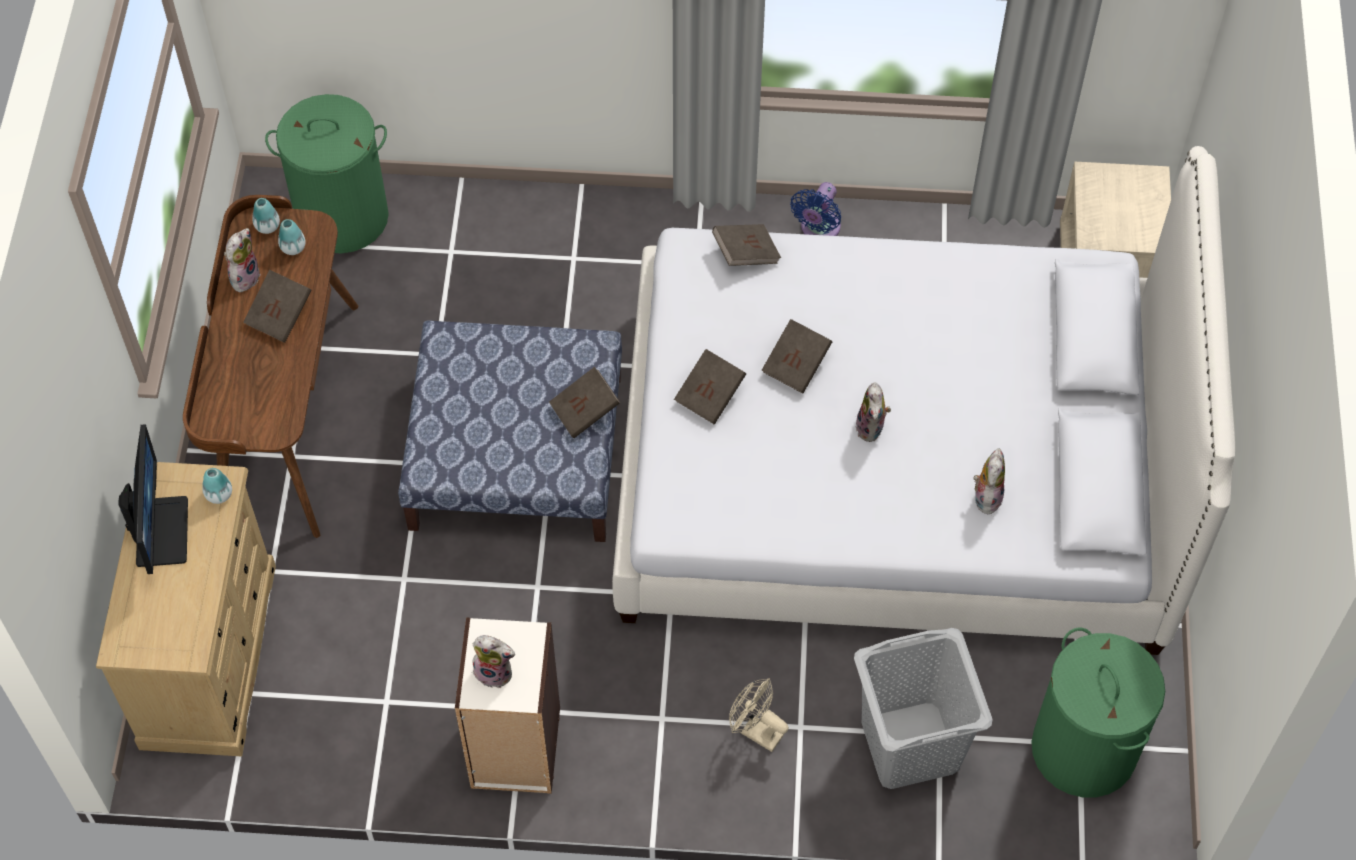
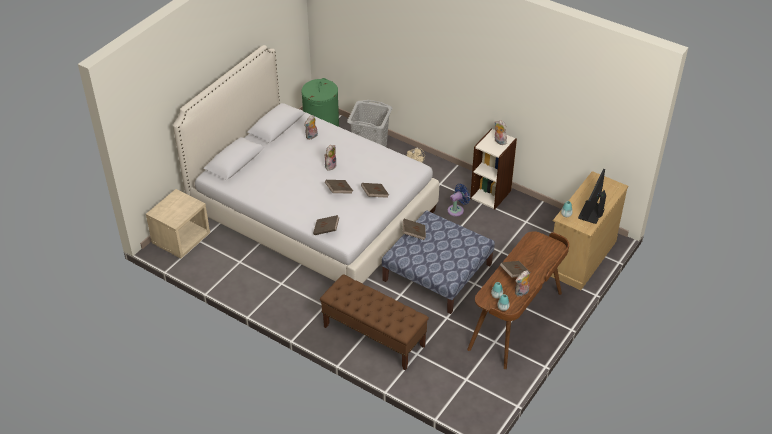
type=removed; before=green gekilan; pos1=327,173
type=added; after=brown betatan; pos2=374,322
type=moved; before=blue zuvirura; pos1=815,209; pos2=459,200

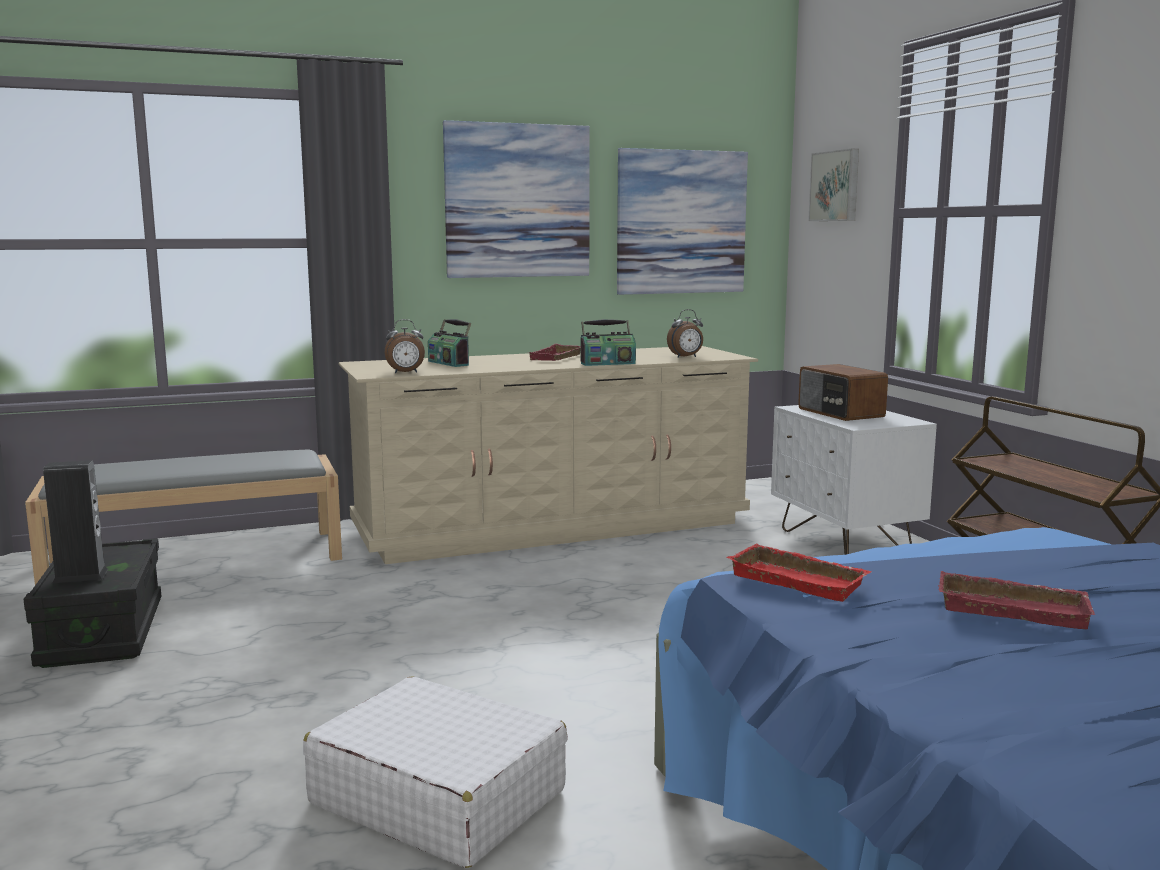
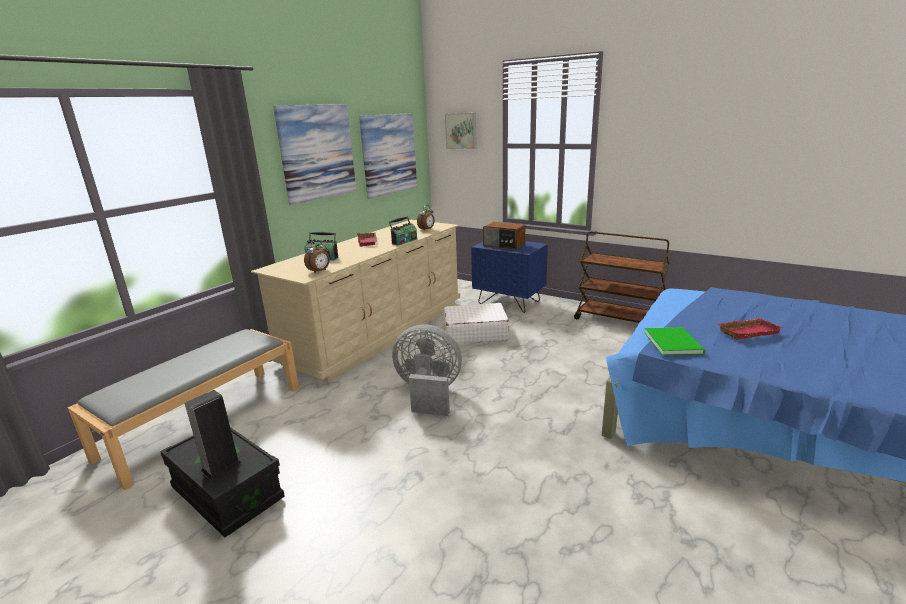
type=added; after=grey zuvirura; pos2=427,370
type=moved; before=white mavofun; pos1=435,772; pos2=476,323
type=replaced; before=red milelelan; after=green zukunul; pos1=799,573; pos2=674,341
type=recoloured; before=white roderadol; after=blue roderadol; pos1=854,480; pos2=509,277

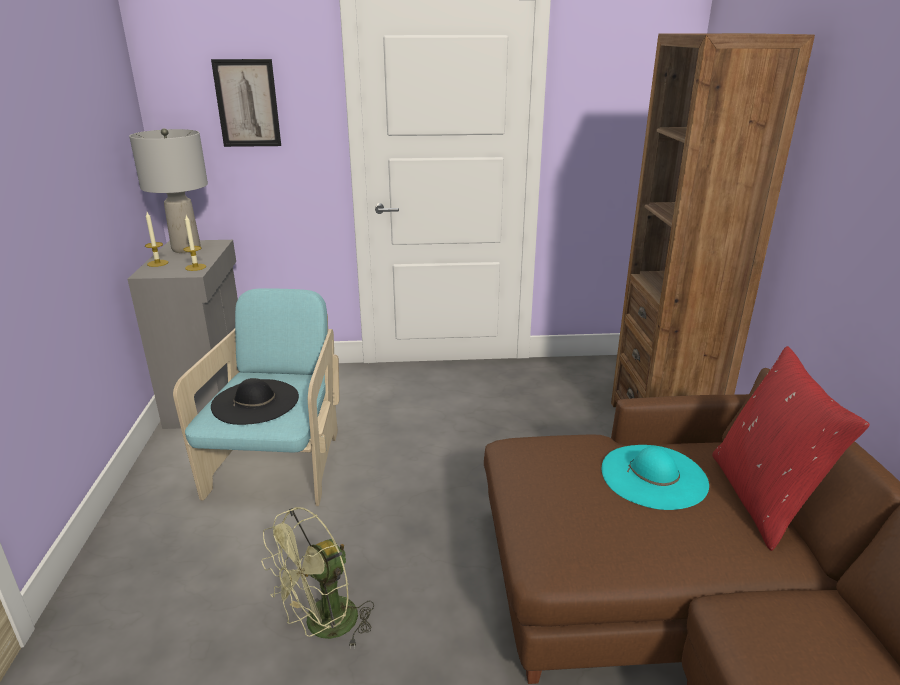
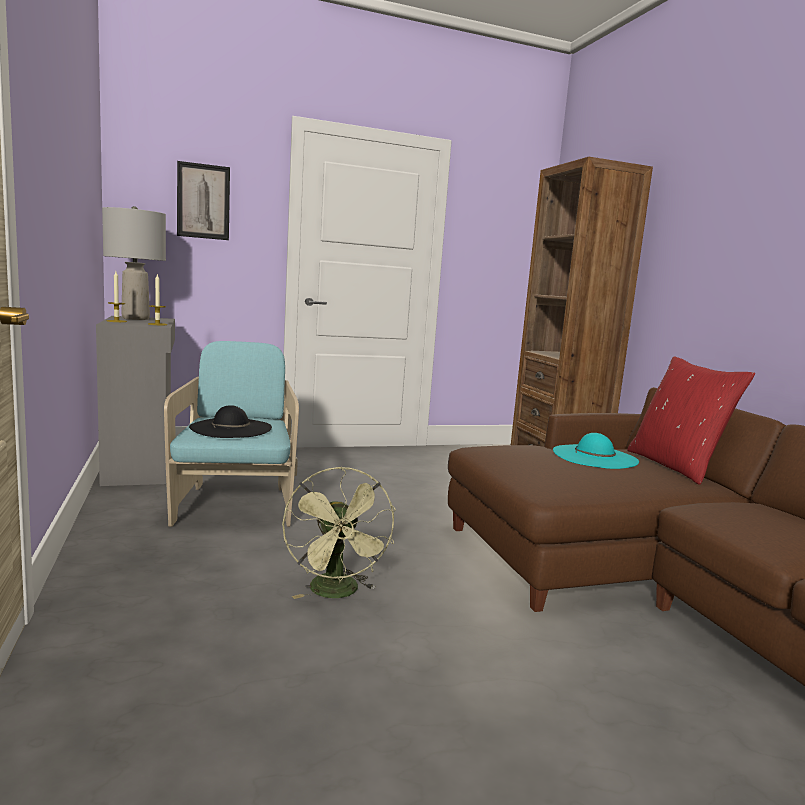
type=turned; before=green zuvirura; pos1=317,578; pos2=339,532; turn=-45

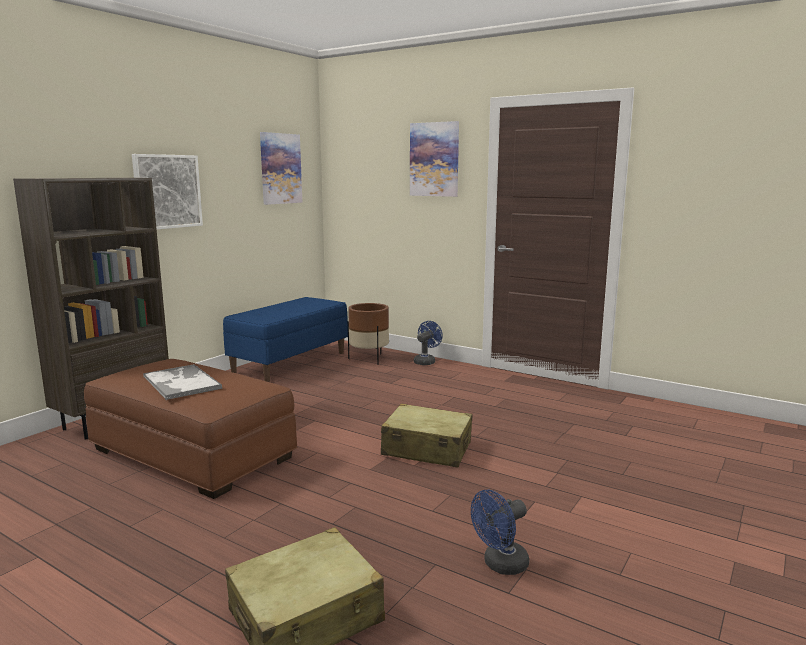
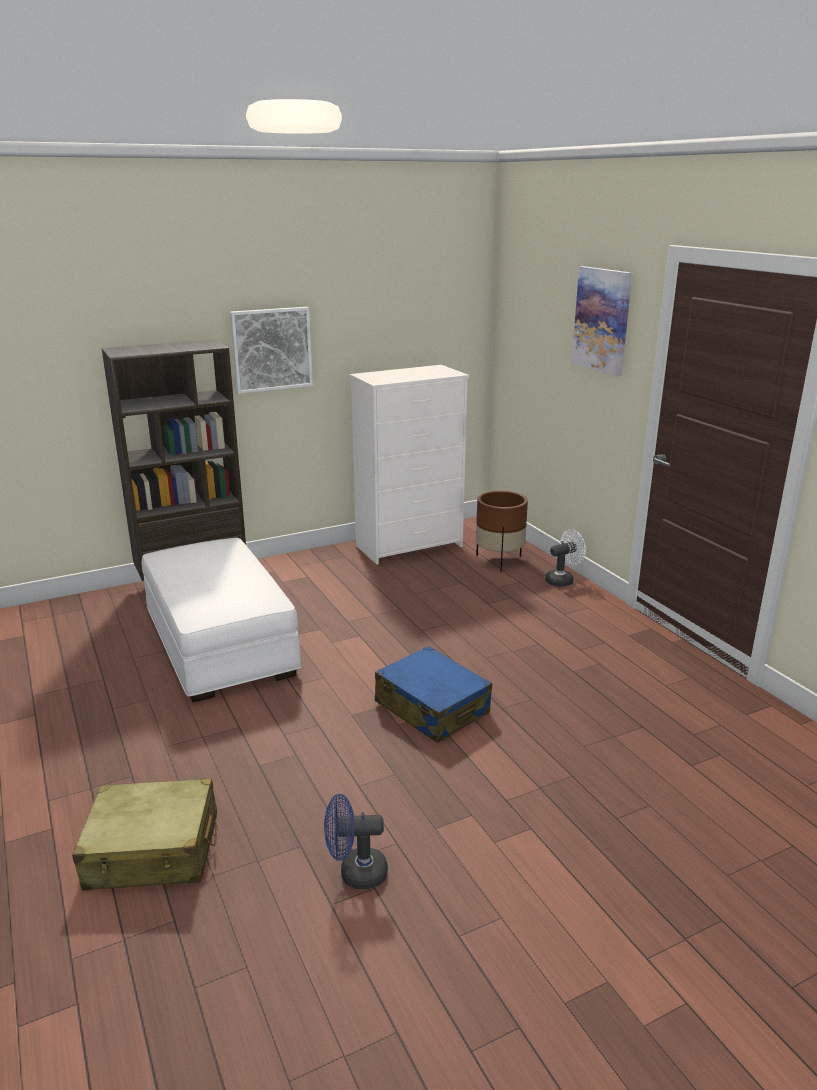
type=removed; before=milelelan; pos1=182,382
type=removed; before=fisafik; pos1=281,168
type=replaced; before=blue betatan; after=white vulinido; pos1=285,339; pos2=409,465
type=recoloured; before=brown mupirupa; after=white mupirupa; pos1=190,429; pos2=221,620
type=recoloured; before=beige mavofun; after=blue mavofun; pos1=426,435; pos2=433,694
type=recoloured; before=blue zuvirura; after=white zuvirura; pos1=428,343; pos2=565,558

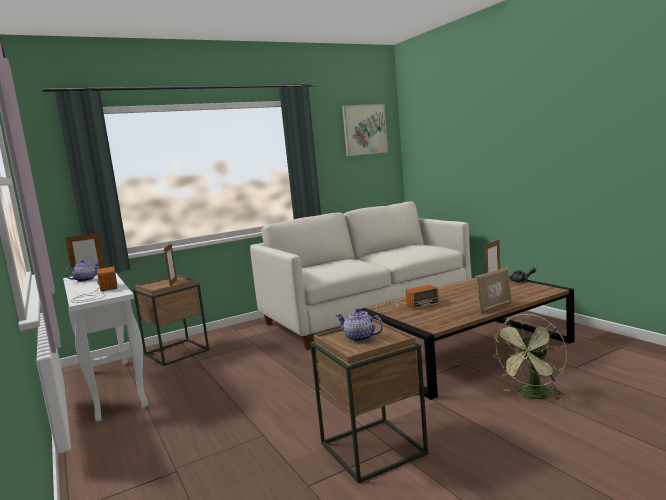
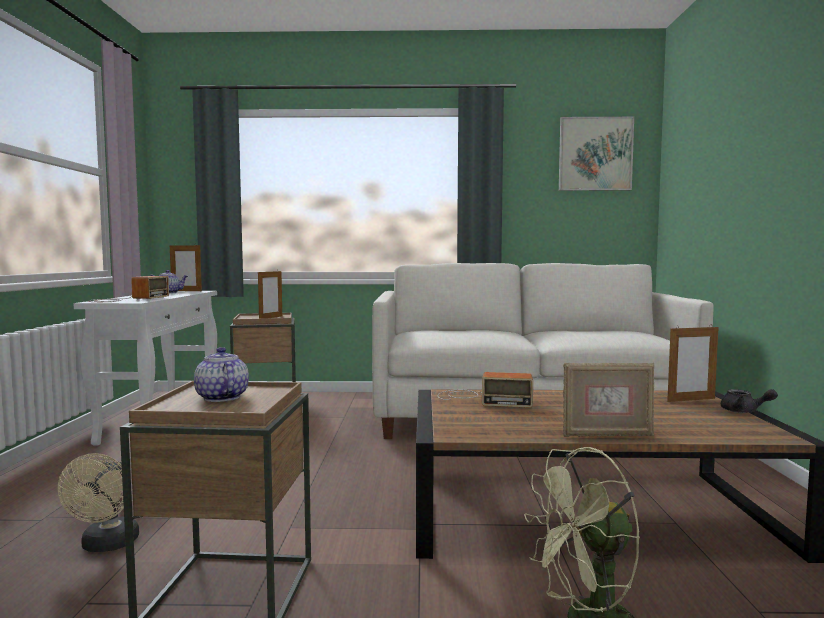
type=added; after=beige zuvirura; pos2=98,502

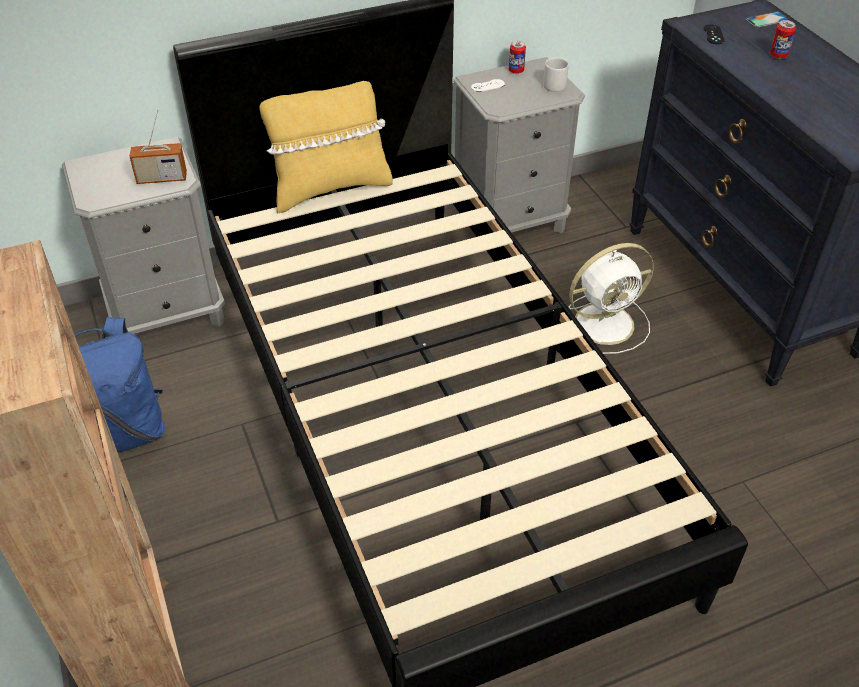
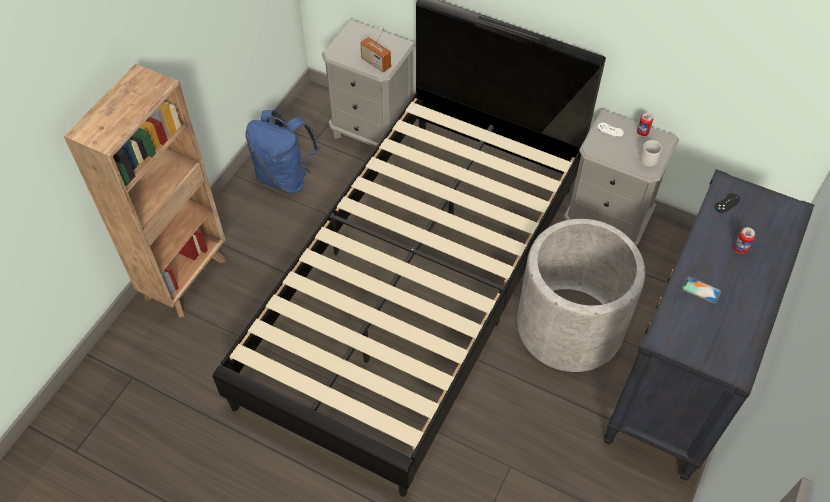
type=removed; before=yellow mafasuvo; pos1=326,147
type=moved; before=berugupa; pos1=767,20; pos2=701,289
type=replaced; before=white zuvirura; after=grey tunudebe; pos1=611,298; pos2=581,295

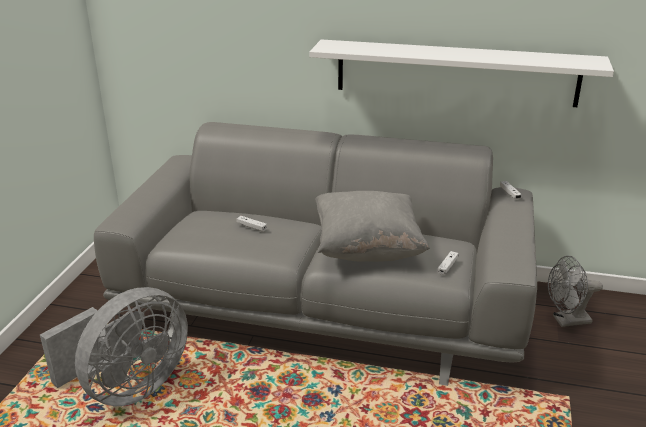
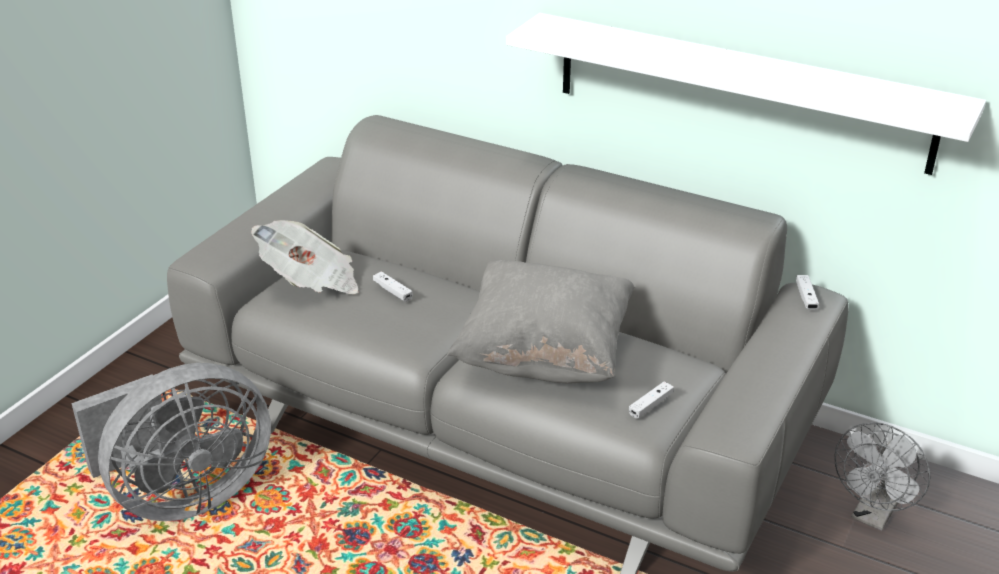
type=added; after=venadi; pos2=304,257
type=turned; before=grey zuvirura; pos1=575,291; pos2=882,476; turn=-60

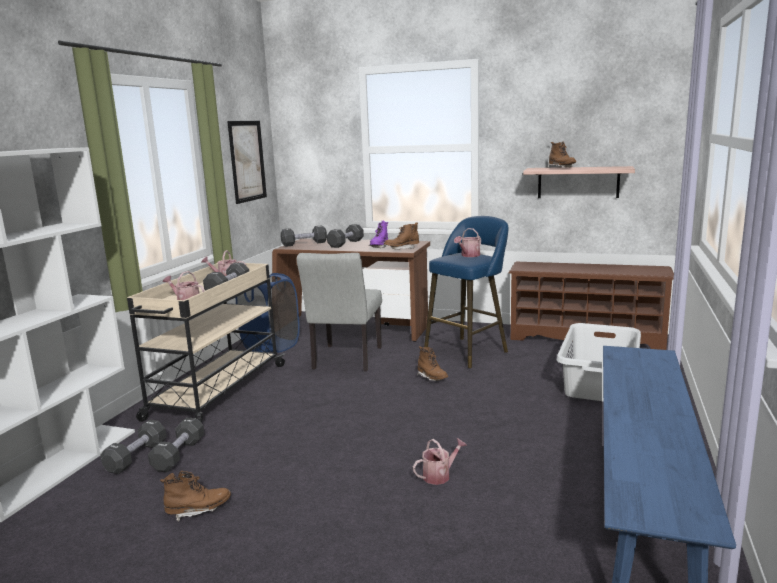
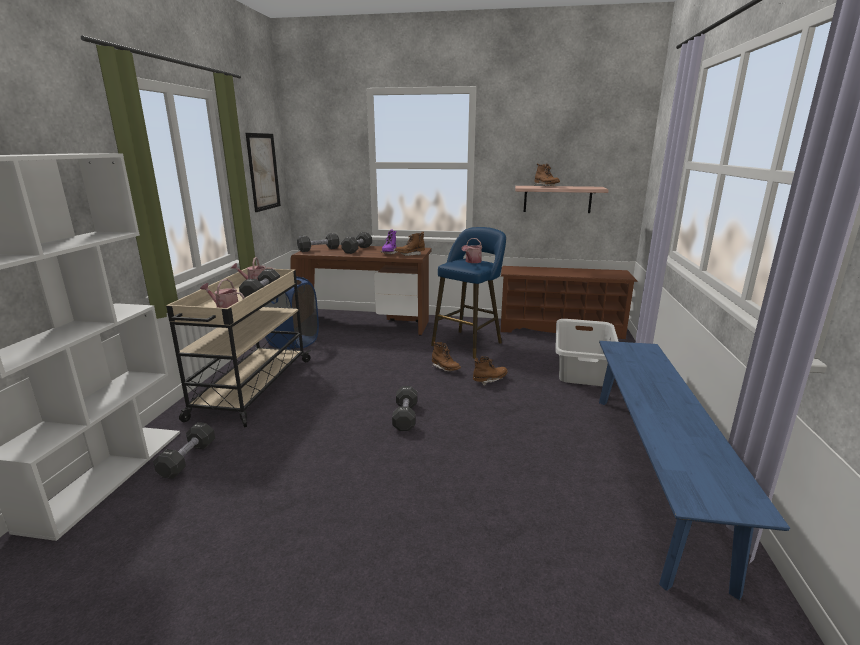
type=removed; before=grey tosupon; pos1=339,312
type=removed; before=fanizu; pos1=440,461
type=moved; before=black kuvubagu; pos1=176,445; pos2=404,408
type=moved; before=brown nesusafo; pos1=195,496; pos2=490,371

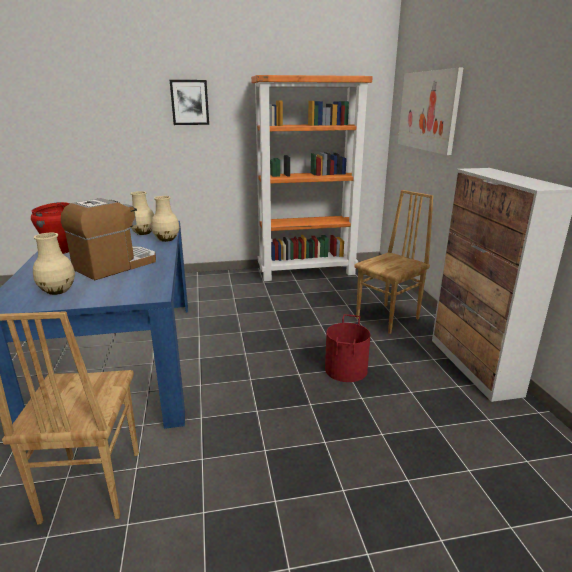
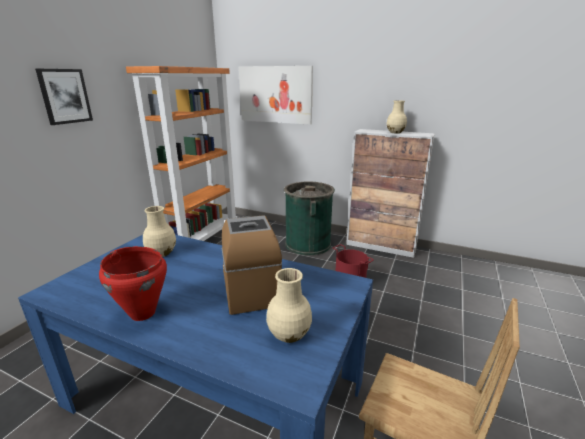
type=moved; before=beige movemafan; pos1=165,219; pos2=397,117
type=replaced; before=brown tosupon; after=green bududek; pos1=393,262; pos2=309,219

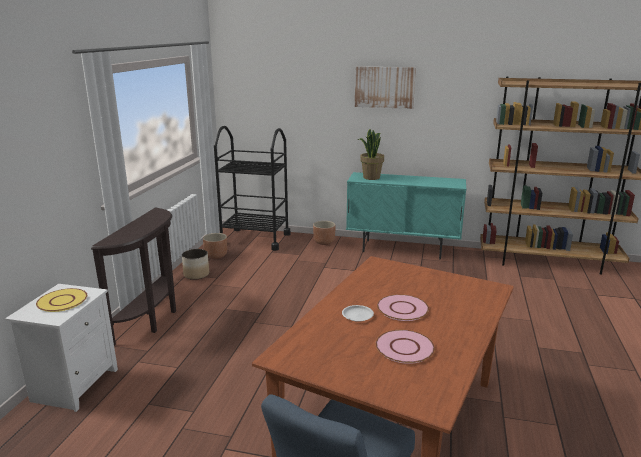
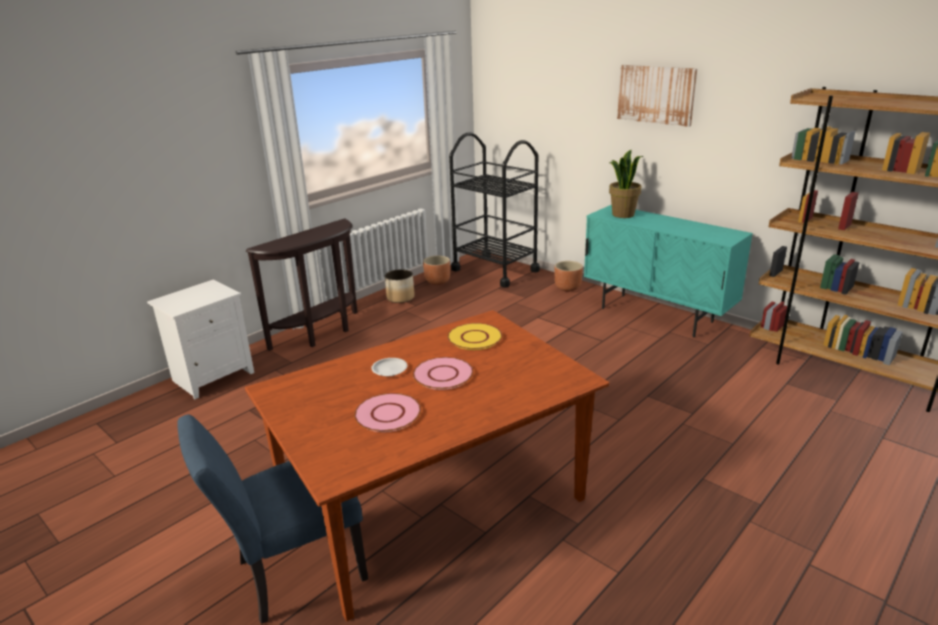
type=moved; before=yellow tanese; pos1=61,300; pos2=475,336

